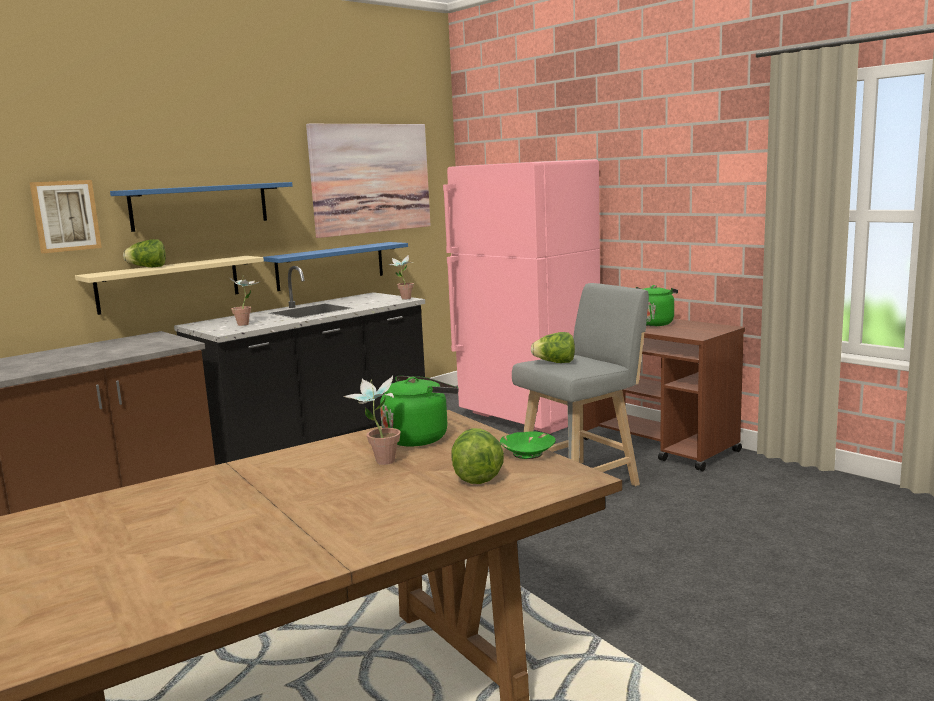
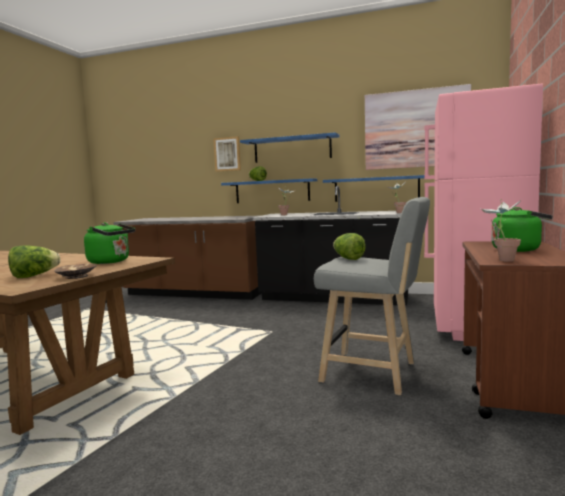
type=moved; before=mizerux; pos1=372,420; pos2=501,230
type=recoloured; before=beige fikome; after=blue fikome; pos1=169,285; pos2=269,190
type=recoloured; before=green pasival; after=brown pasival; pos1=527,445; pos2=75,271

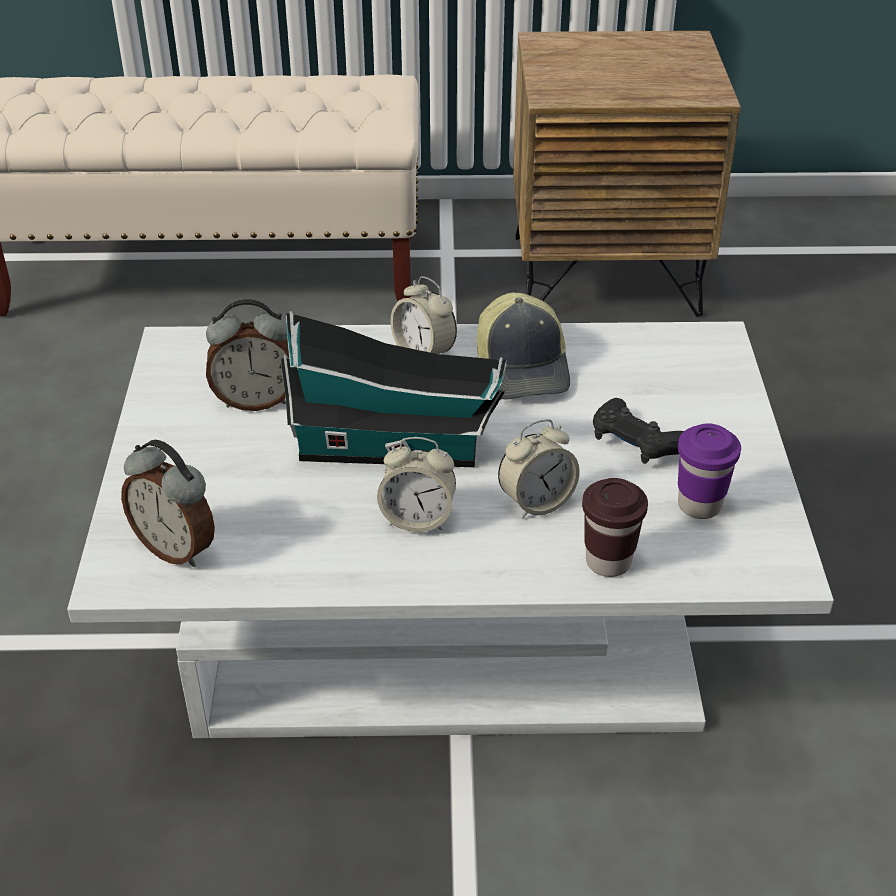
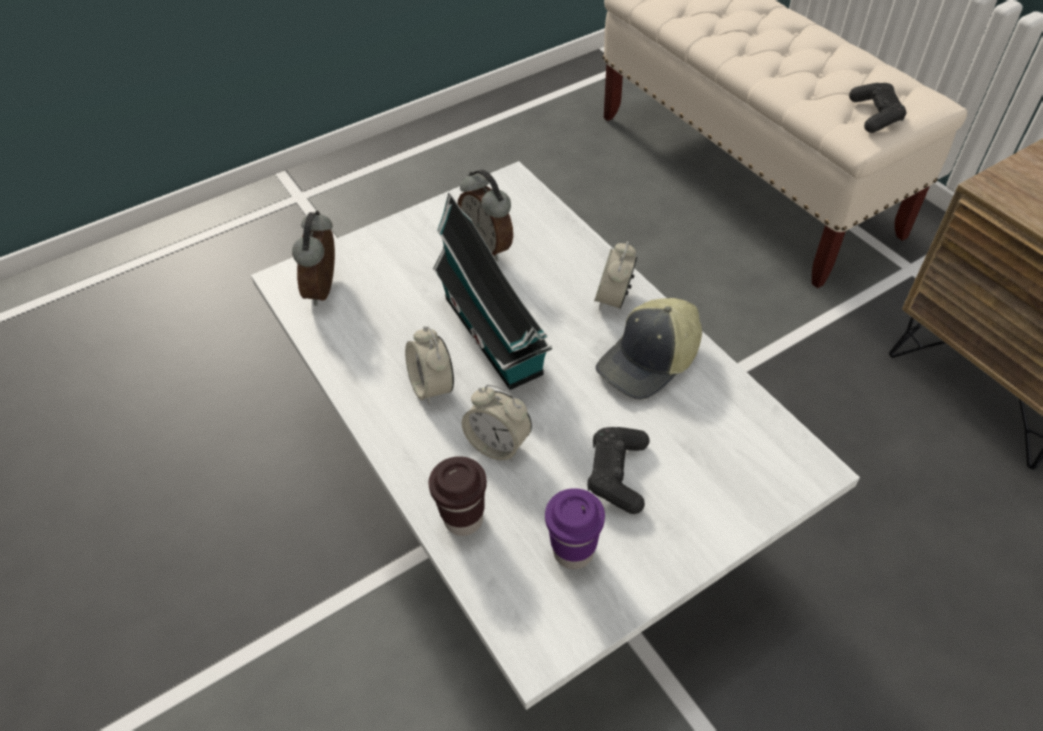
type=added; after=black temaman; pos2=878,108

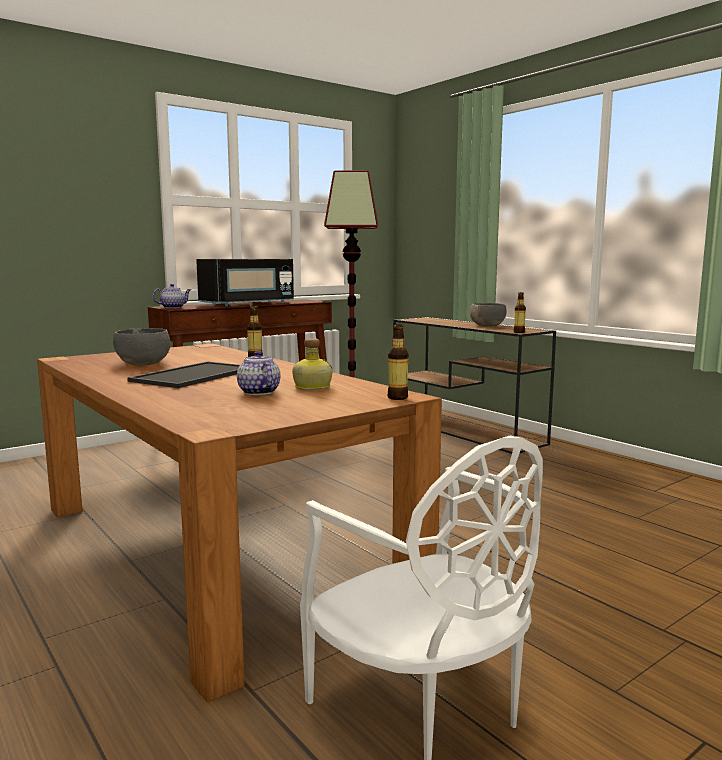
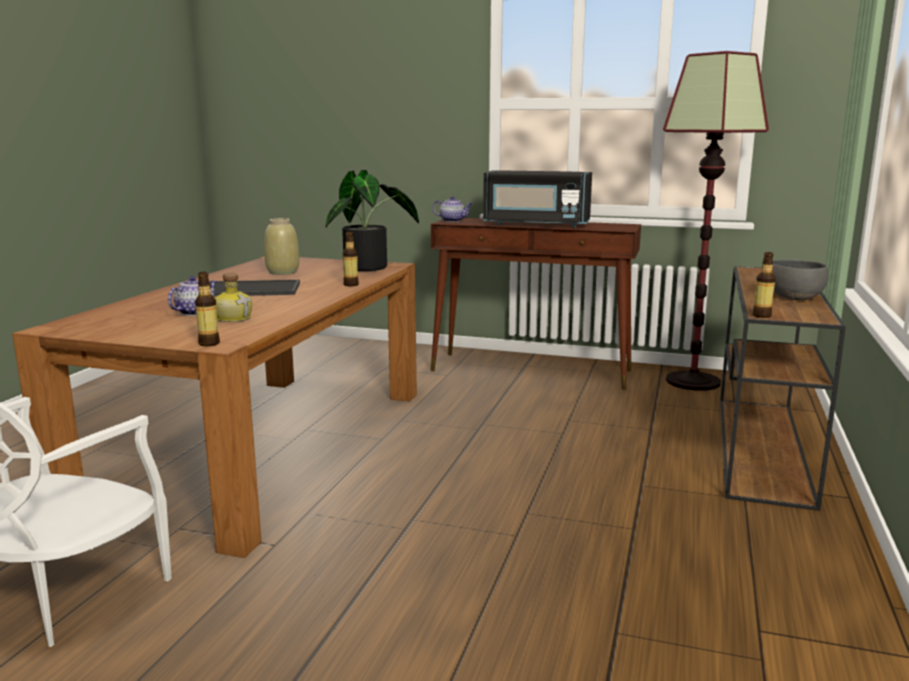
type=added; after=mizerux; pos2=372,220
type=replaced; before=grey pasival; after=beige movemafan; pos1=141,346; pos2=281,246

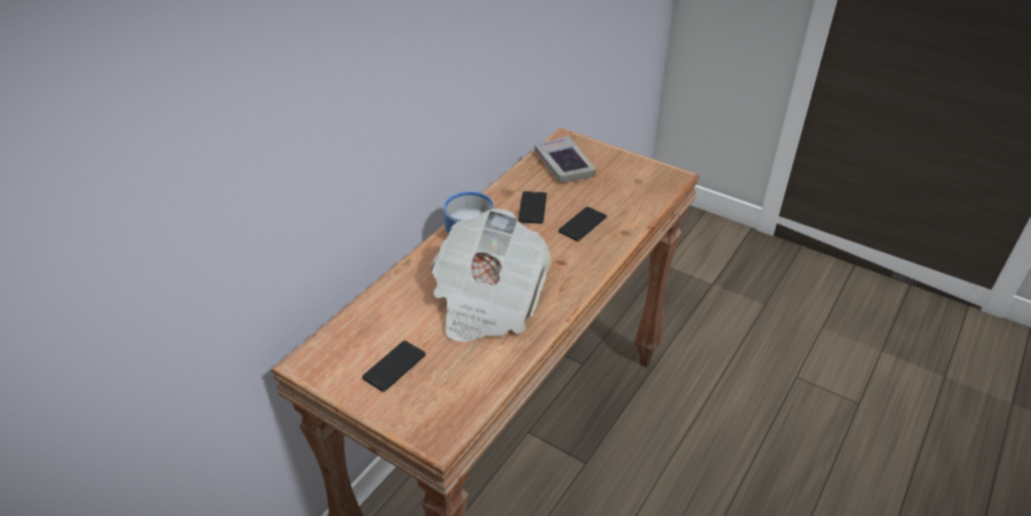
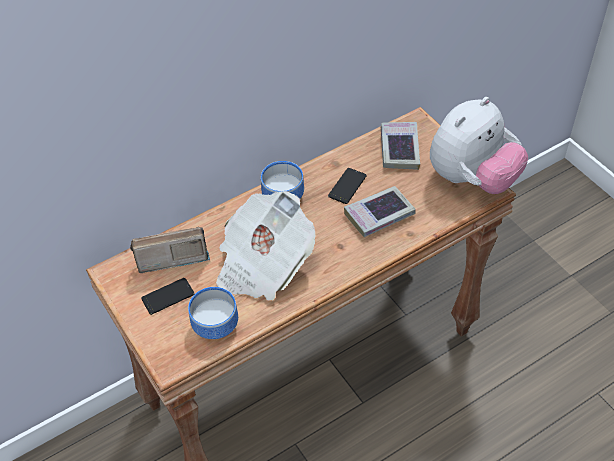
type=added; after=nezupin; pos2=170,250
type=added; after=pasival; pos2=213,313
type=added; after=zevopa; pos2=479,145
type=replaced; before=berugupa; after=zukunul; pos1=582,224; pos2=380,211

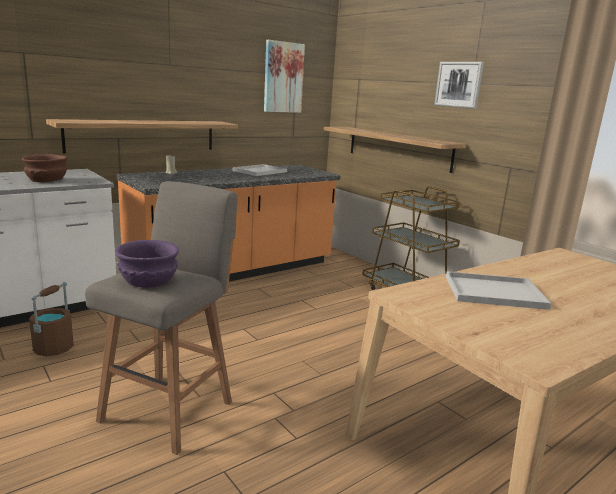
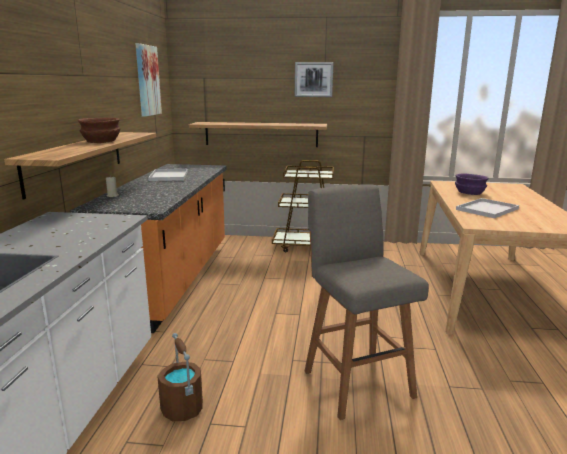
type=moved; before=brown pasival; pos1=44,168; pos2=99,130
type=moved; before=purple pasival; pos1=147,264; pos2=472,184

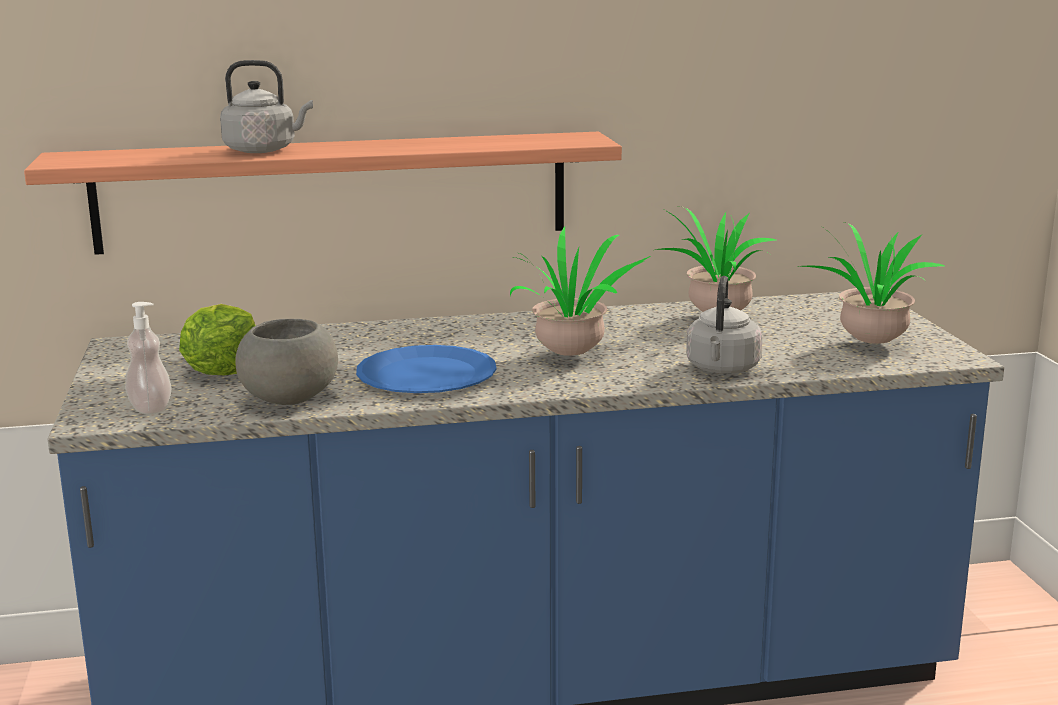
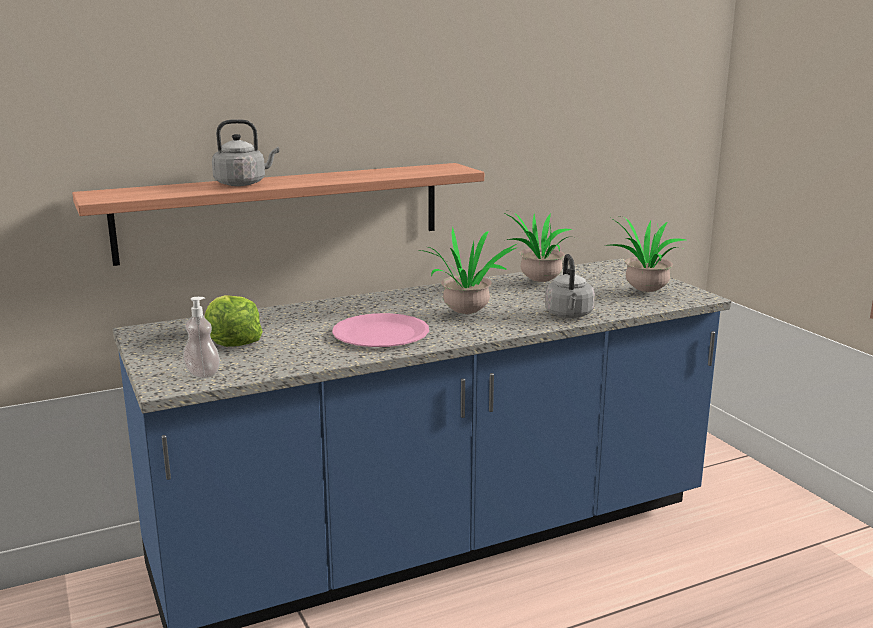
type=removed; before=grey pasival; pos1=286,362
type=recoloured; before=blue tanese; after=pink tanese; pos1=426,369; pos2=380,330

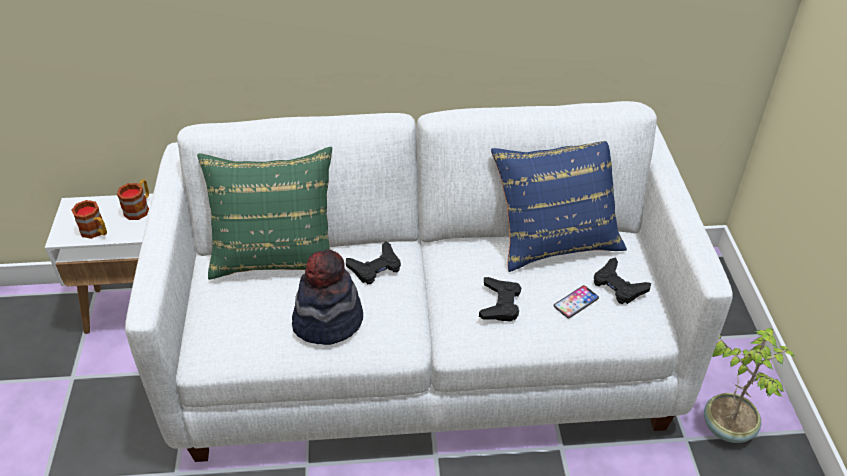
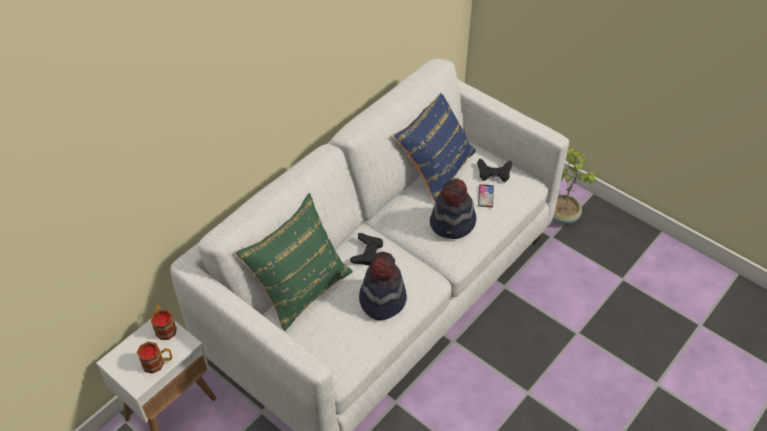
type=replaced; before=black temaman; after=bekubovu; pos1=500,299; pos2=453,209

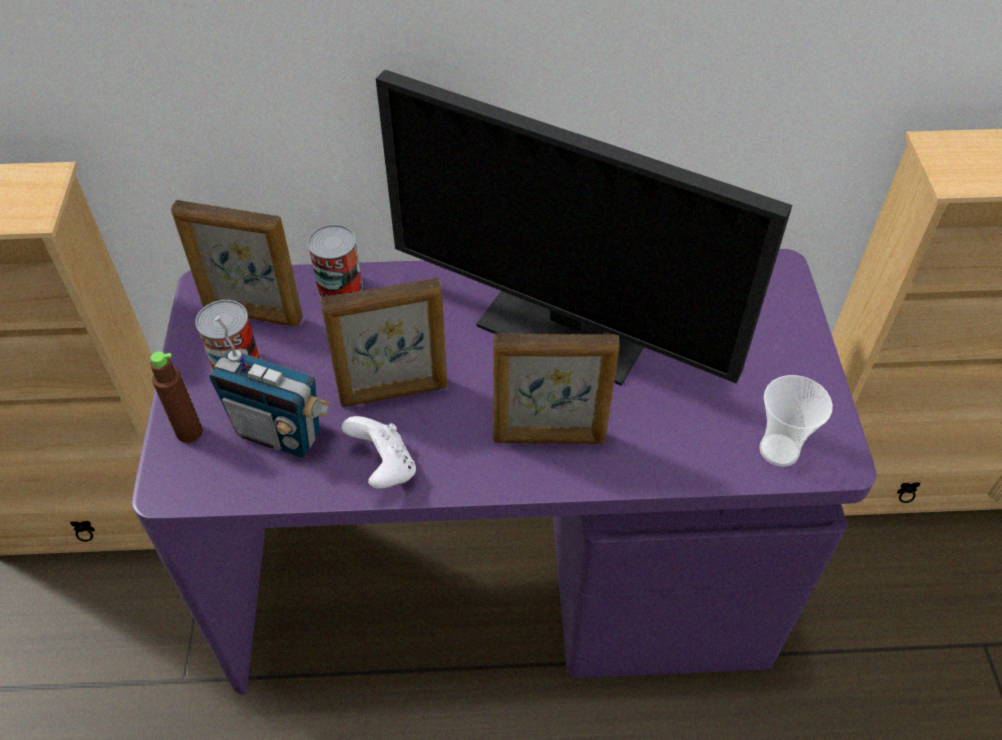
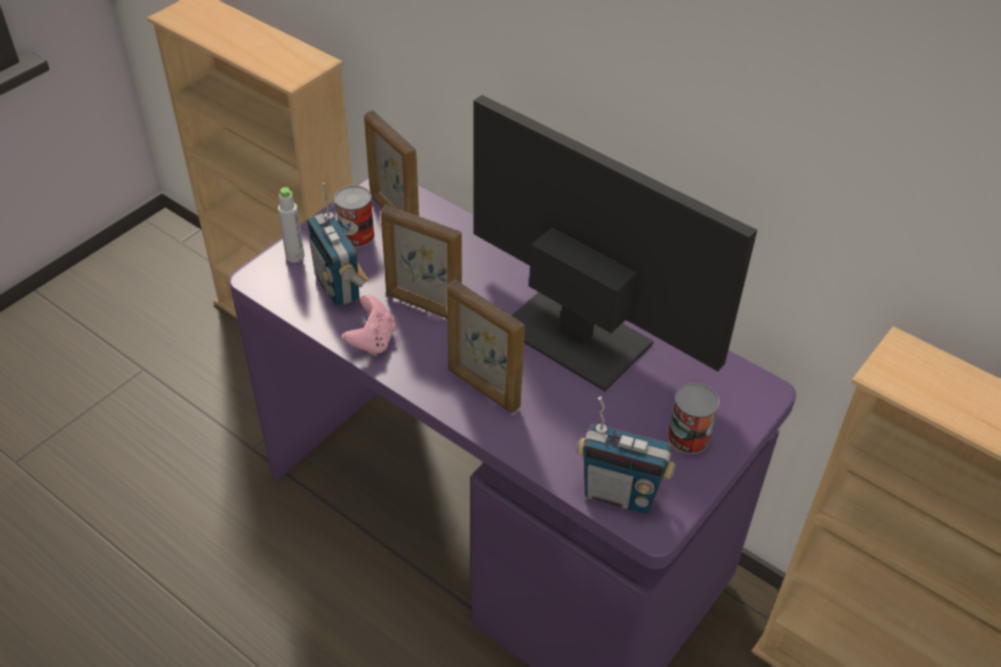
type=moved; before=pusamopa; pos1=335,261; pos2=693,418
type=replaced; before=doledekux; after=nezupin; pos1=796,421; pos2=626,455
type=recoloured; before=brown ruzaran; after=grey ruzaran; pos1=176,397; pos2=291,225
type=recoloured; before=white temaman; after=pink temaman; pos1=379,452; pos2=369,325
type=turned; before=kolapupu; pos1=584,228; pos2=615,243; turn=150

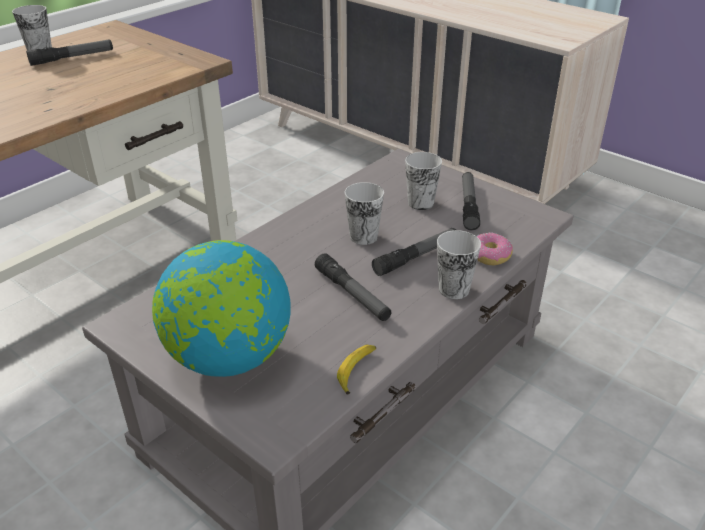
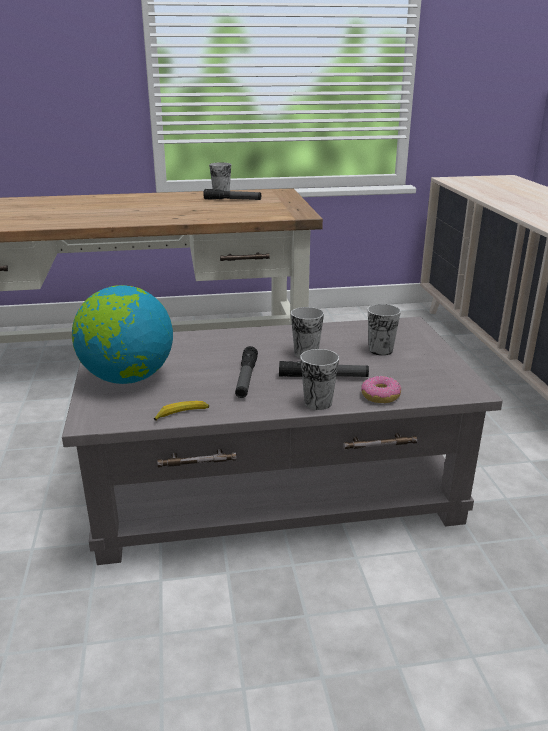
type=removed; before=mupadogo; pos1=471,201

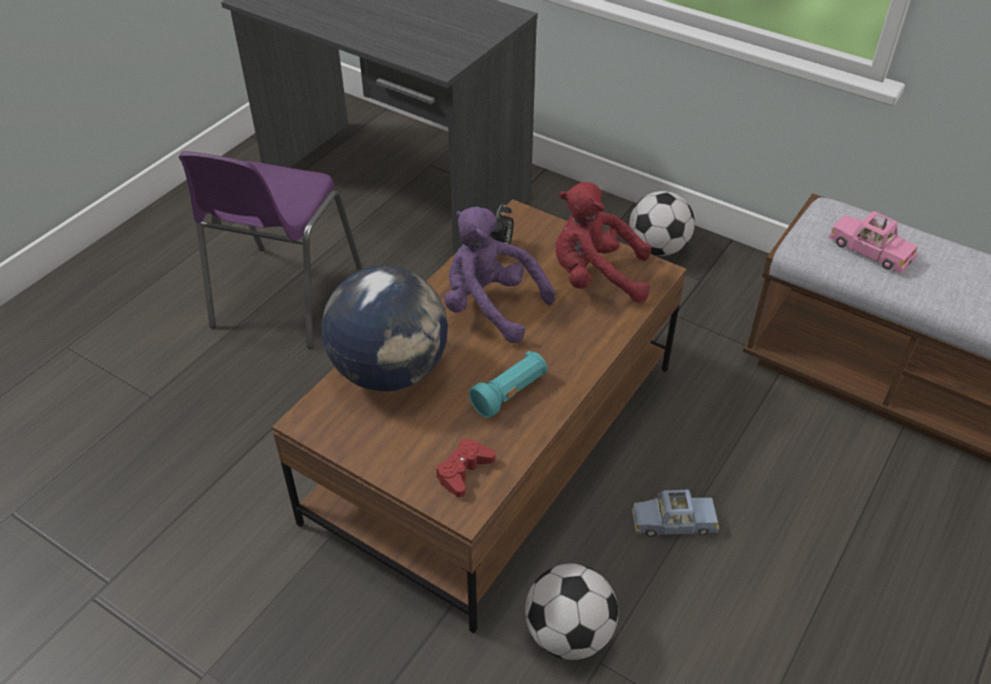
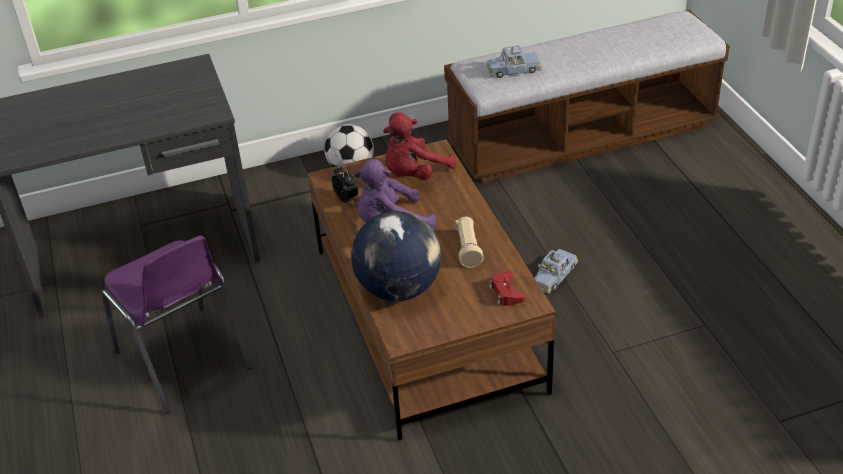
type=removed; before=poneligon; pos1=571,612
type=recoloured; before=turquoise mupadogo; after=beige mupadogo; pos1=508,384; pos2=469,242
type=recoloured; before=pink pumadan; after=blue pumadan; pos1=873,242; pos2=514,61

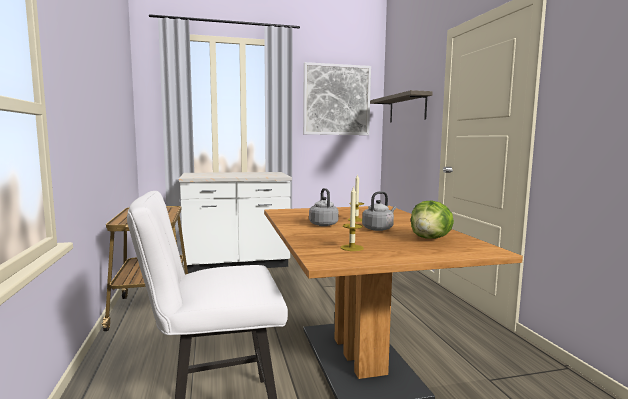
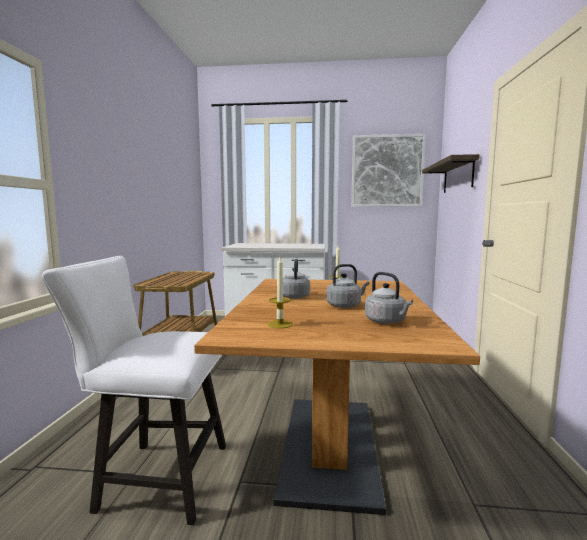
type=replaced; before=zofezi; after=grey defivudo; pos1=432,220; pos2=389,298

